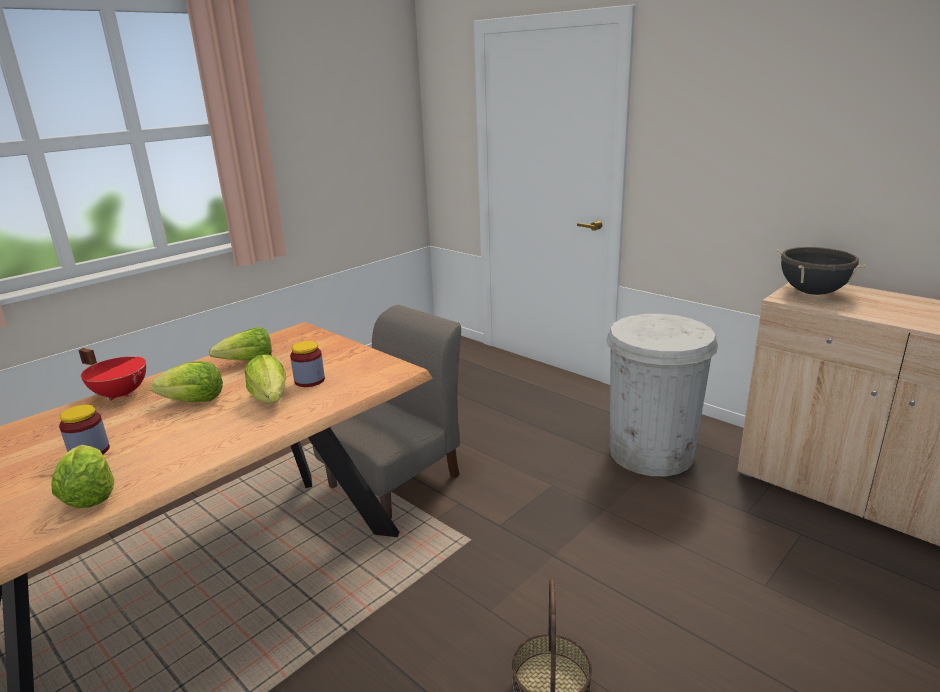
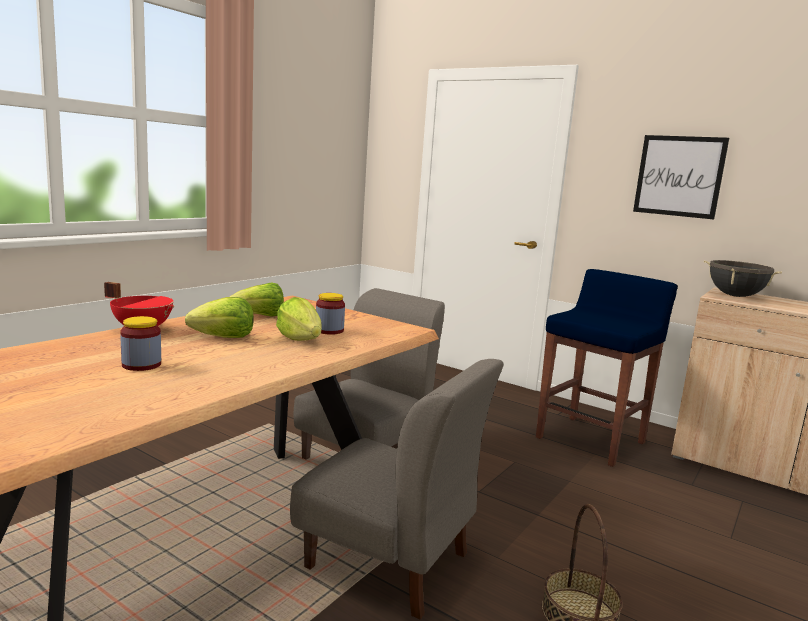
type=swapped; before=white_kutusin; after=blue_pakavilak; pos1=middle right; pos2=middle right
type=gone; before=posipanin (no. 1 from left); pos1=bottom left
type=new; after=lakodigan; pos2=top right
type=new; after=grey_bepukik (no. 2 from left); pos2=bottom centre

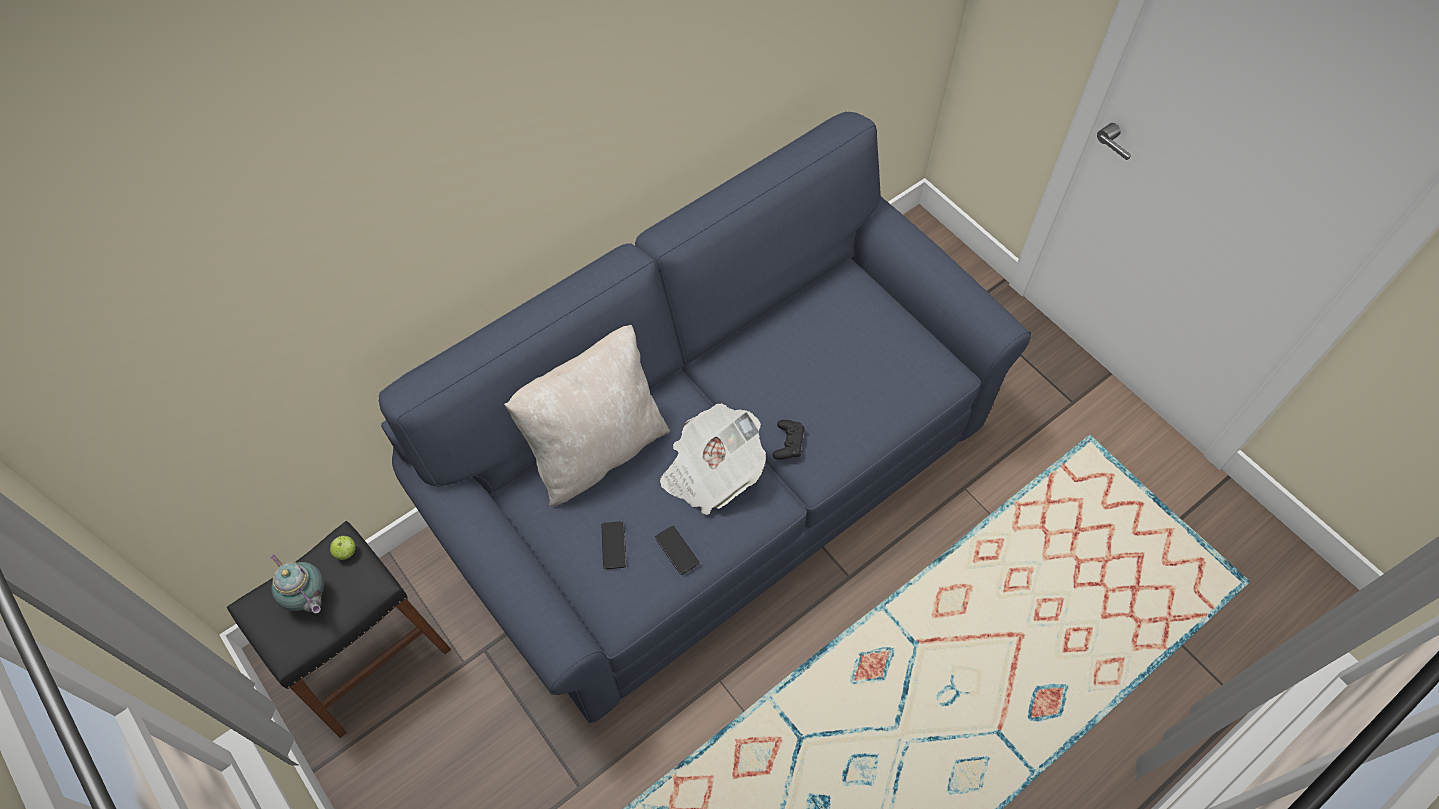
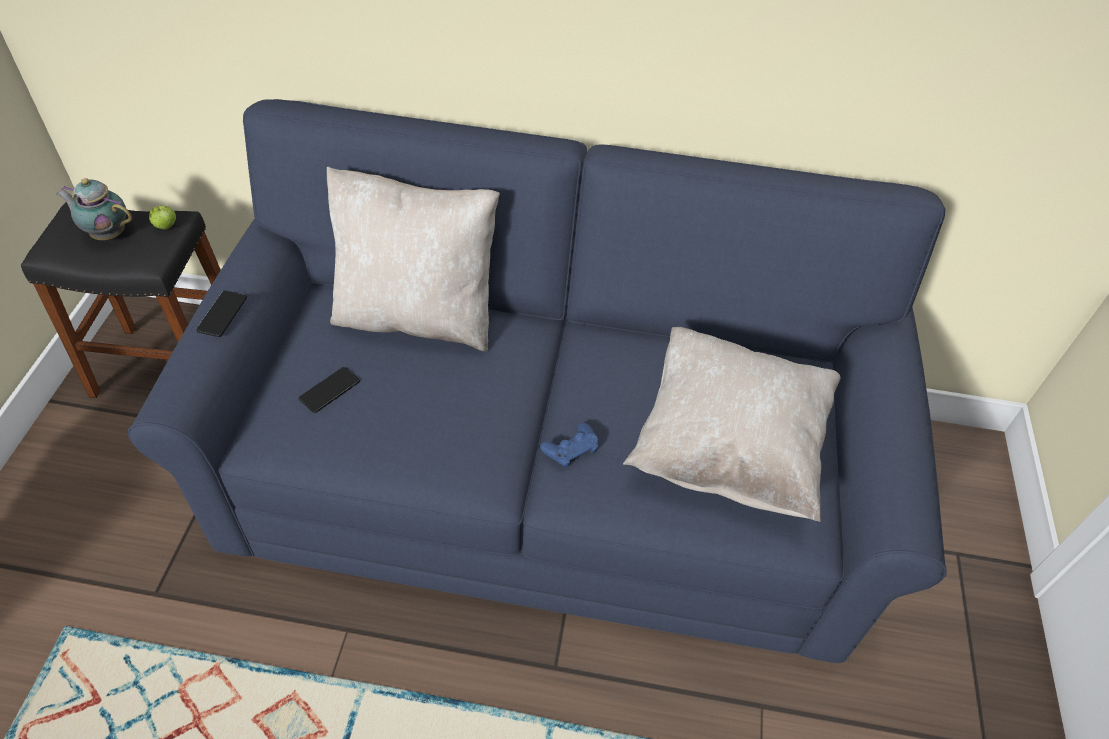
type=gone; before=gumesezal; pos1=centre
type=repainted; before=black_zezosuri; after=blue_zezosuri; pos1=centre; pos2=centre
type=shifted; before=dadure (no. 2 from left in the first image); after=dadure (no. 1 from left); pos1=bottom centre; pos2=middle left
type=rotated; before=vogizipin; pos1=bottom left; pos2=top left; turn=105
type=new; after=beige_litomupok (no. 2 from left); pos2=centre

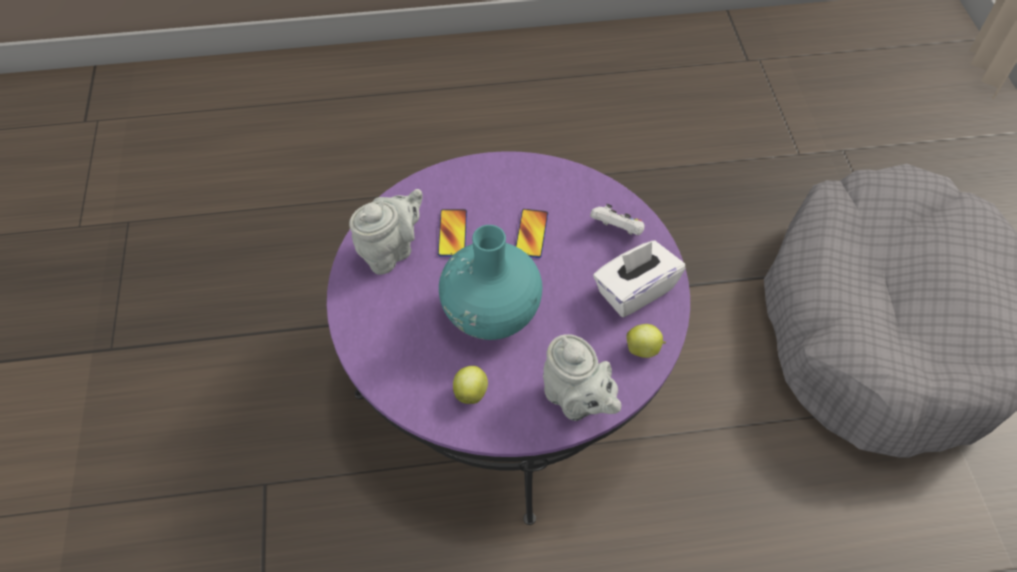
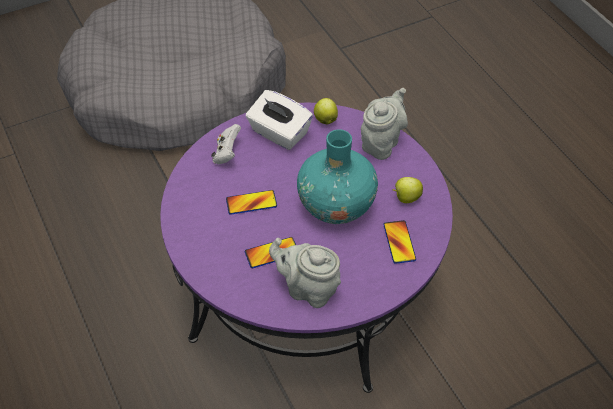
type=new; after=dadure (no. 3 from left); pos2=centre

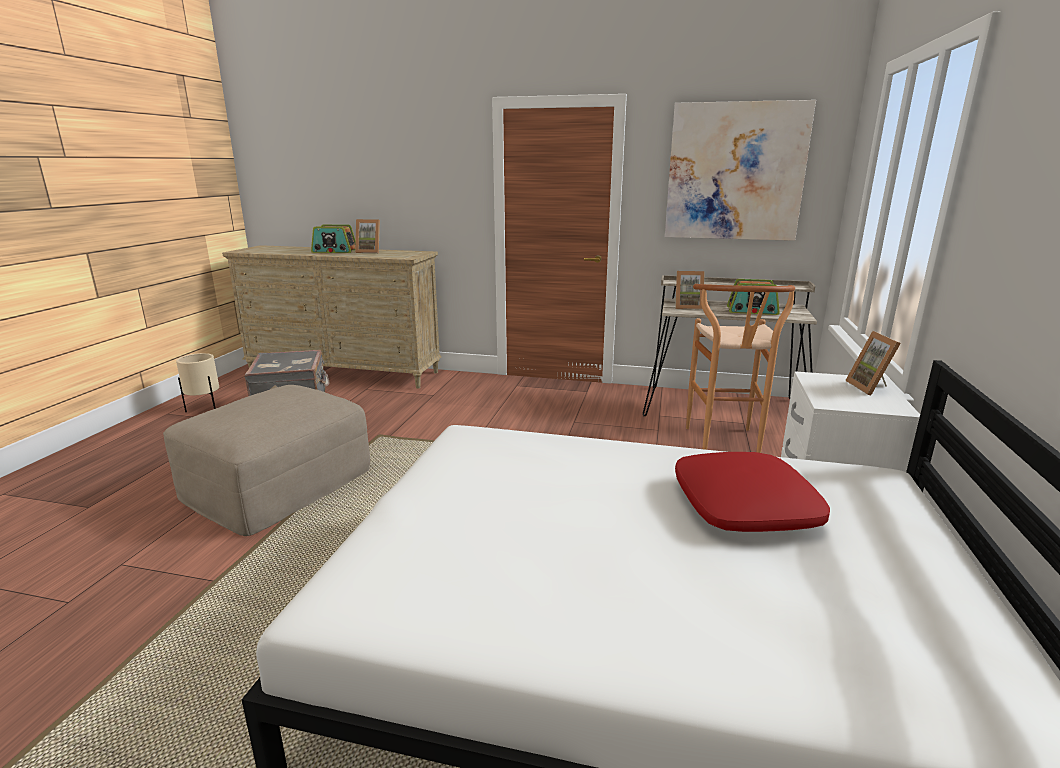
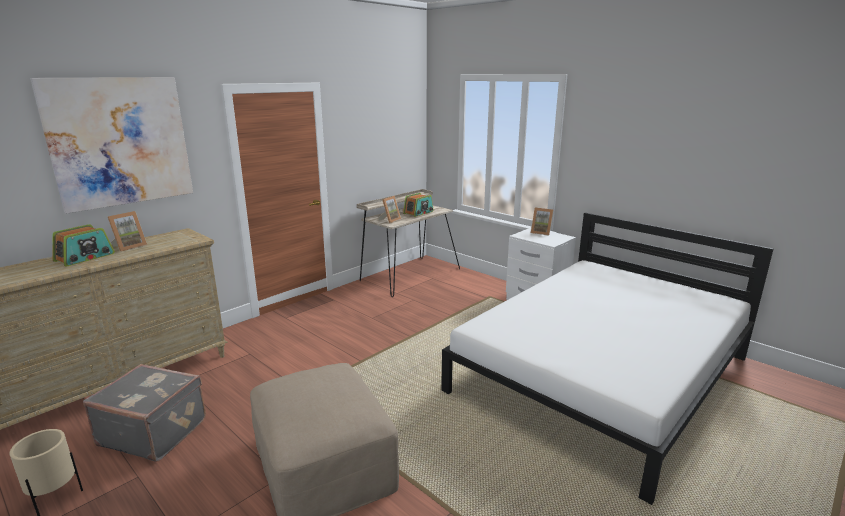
type=shifted; before=lakodigan; pos1=top right; pos2=top left
type=gone; before=brown_pakavilak; pos1=middle right
type=gone; before=red_litomupok; pos1=middle right

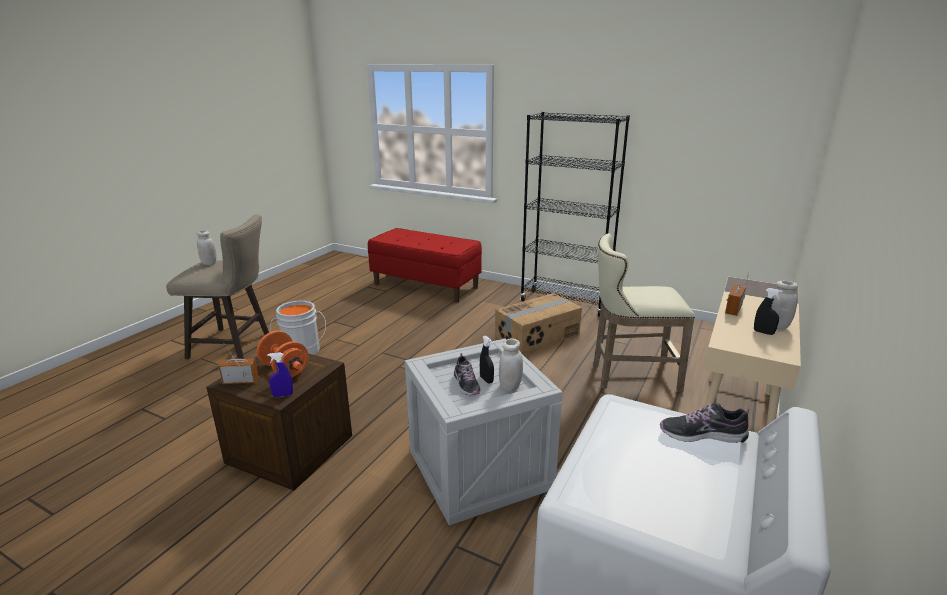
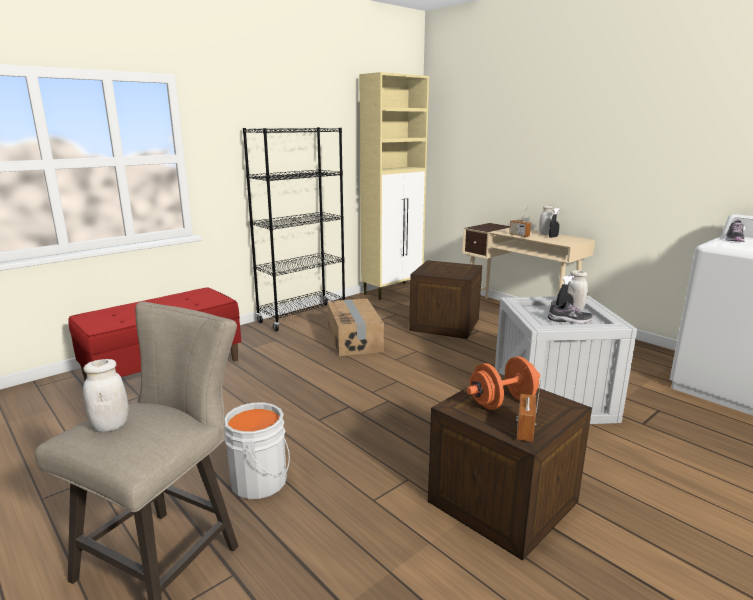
type=swapped; before=beige_pakavilak (no. 2 from left); after=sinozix (no. 1 from left); pos1=middle right; pos2=centre
type=gone; before=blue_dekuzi; pos1=middle left
type=new; after=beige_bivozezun; pos2=top centre

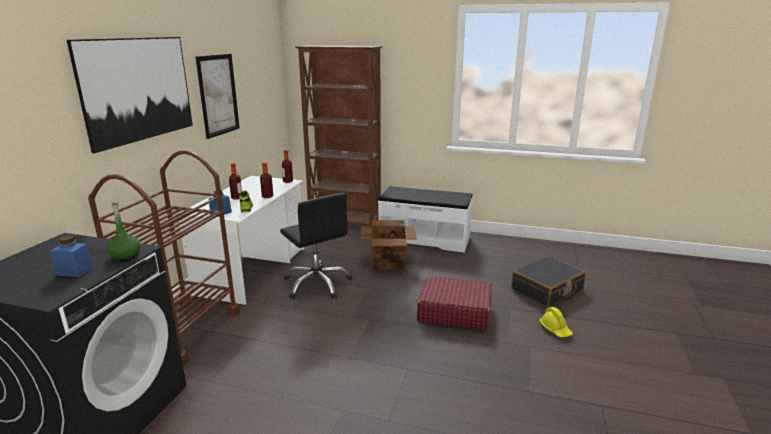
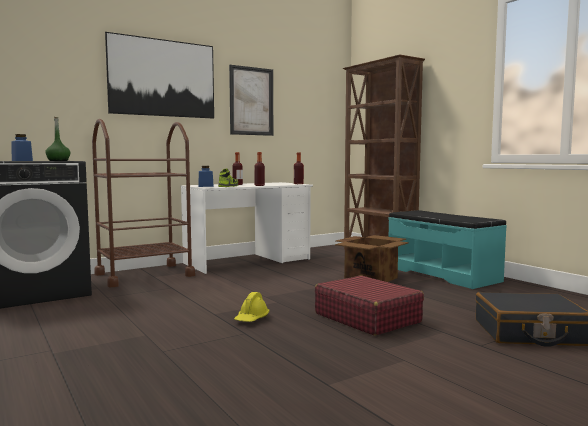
type=repainted; before=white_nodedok; after=turquoise_nodedok; pos1=centre; pos2=middle right
type=gone; before=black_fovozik; pos1=centre
type=shifted; before=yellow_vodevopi; pos1=bottom right; pos2=bottom centre

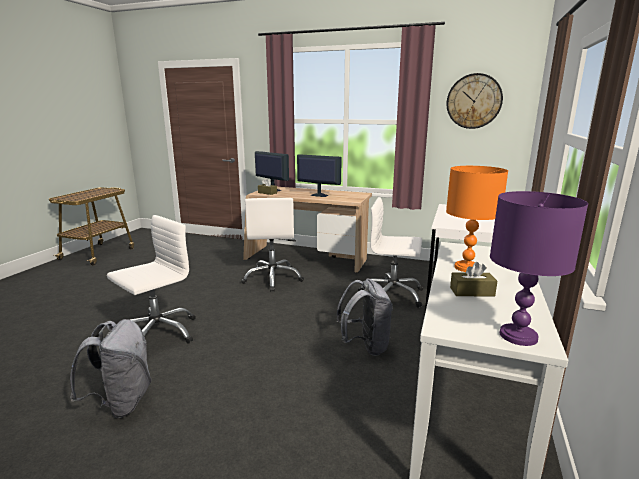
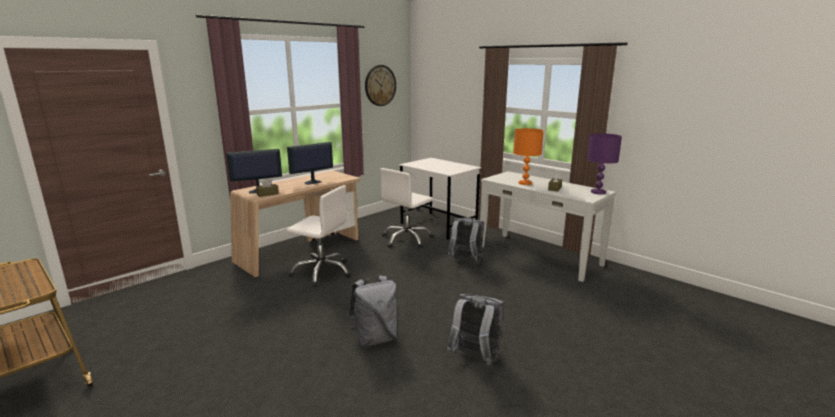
type=swapped; before=white_fovozik (no. 1 from left); after=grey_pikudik (no. 1 from left); pos1=middle left; pos2=bottom centre

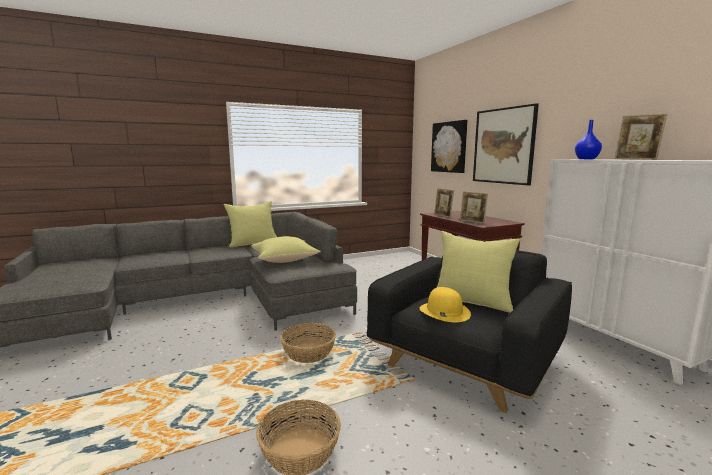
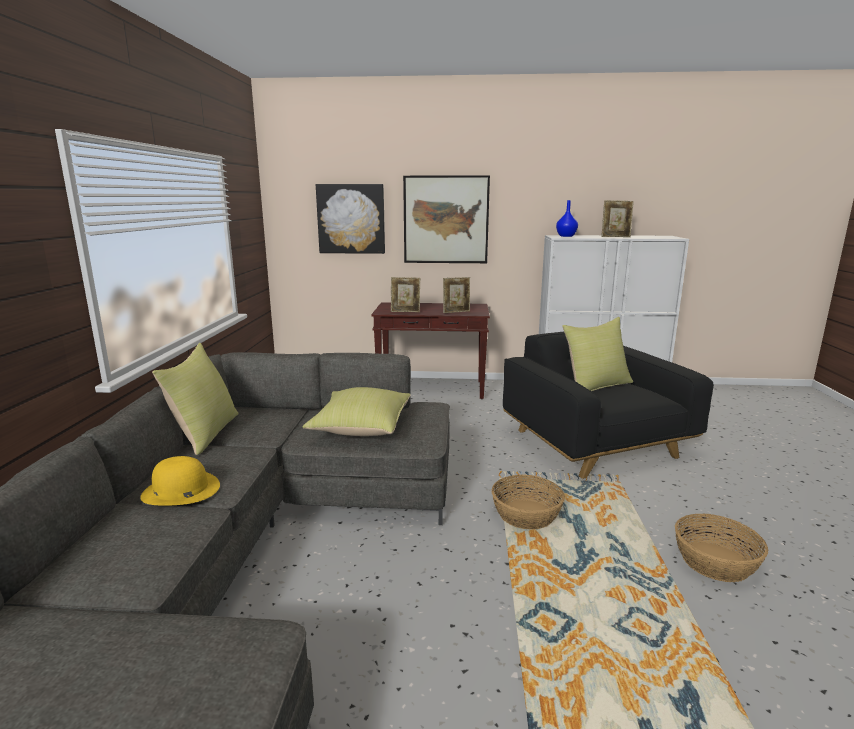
type=shifted; before=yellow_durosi; pos1=centre; pos2=middle left

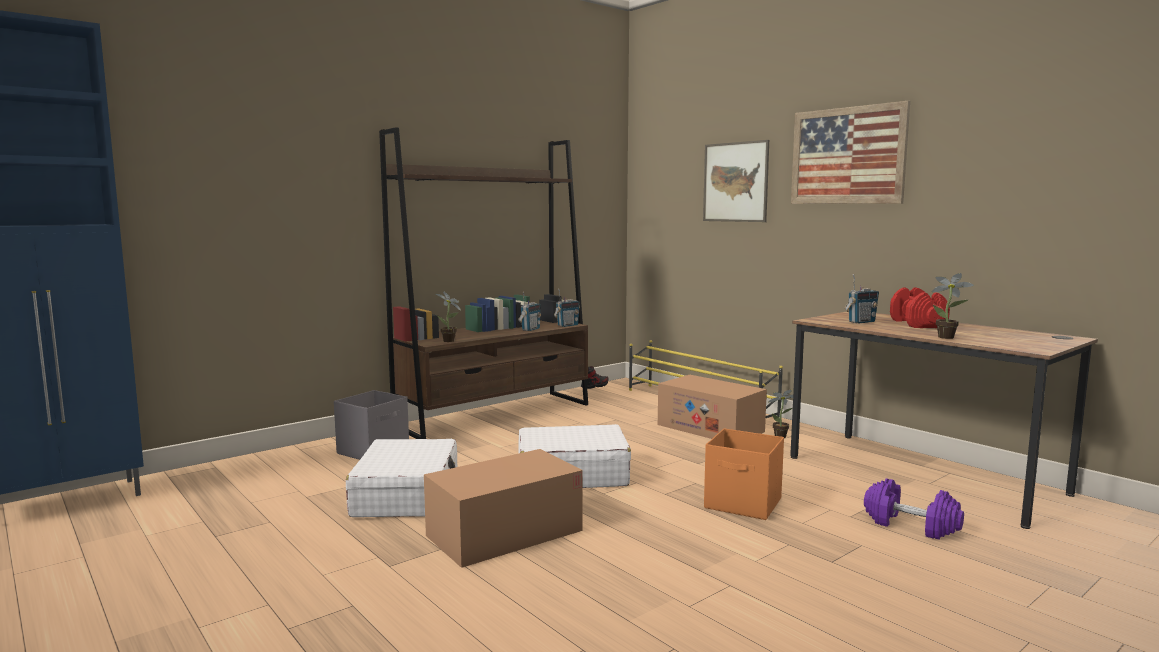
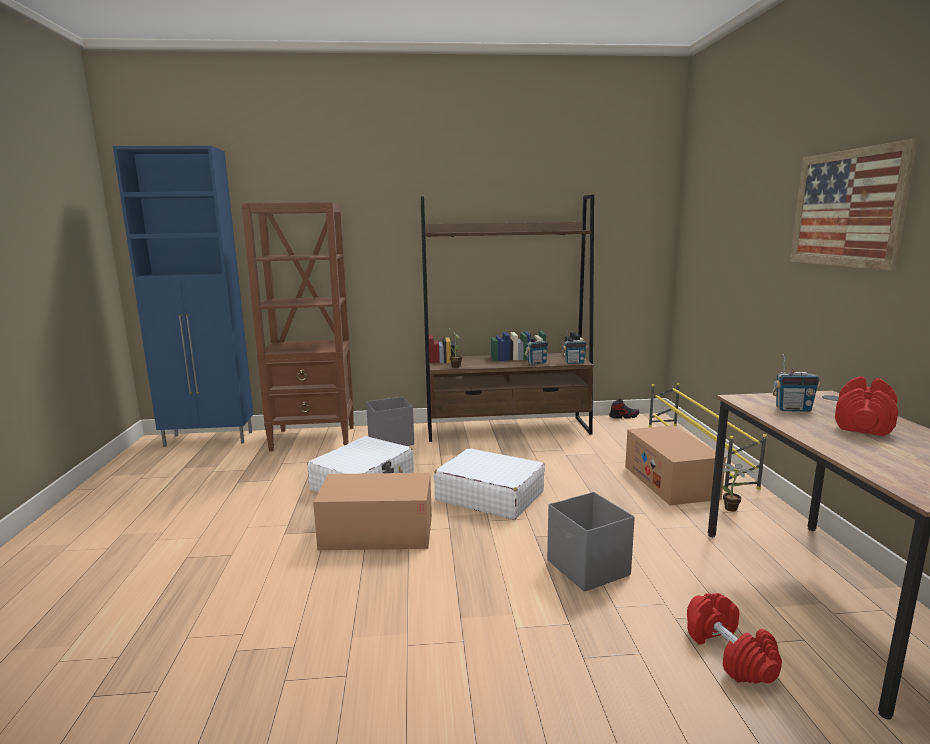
type=gone; before=lakodigan (no. 1 from left); pos1=top centre
type=gone; before=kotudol (no. 3 from left); pos1=middle right
type=repainted; before=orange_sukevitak; after=grey_sukevitak (no. 2 from left); pos1=bottom centre; pos2=bottom centre
type=repainted; before=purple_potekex; after=red_potekex (no. 1 from left); pos1=bottom right; pos2=bottom right
type=new; after=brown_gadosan (no. 1 from left); pos2=middle left

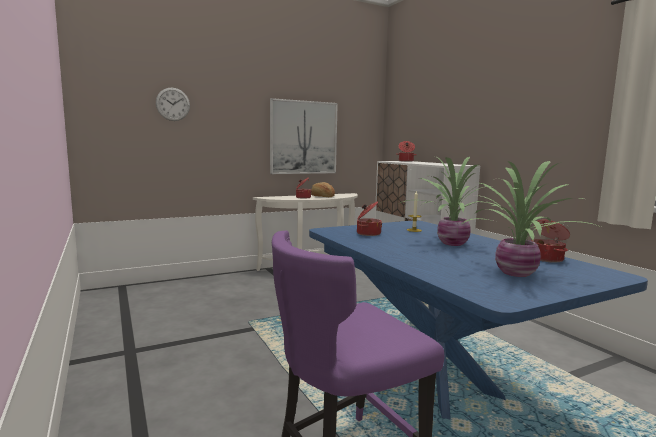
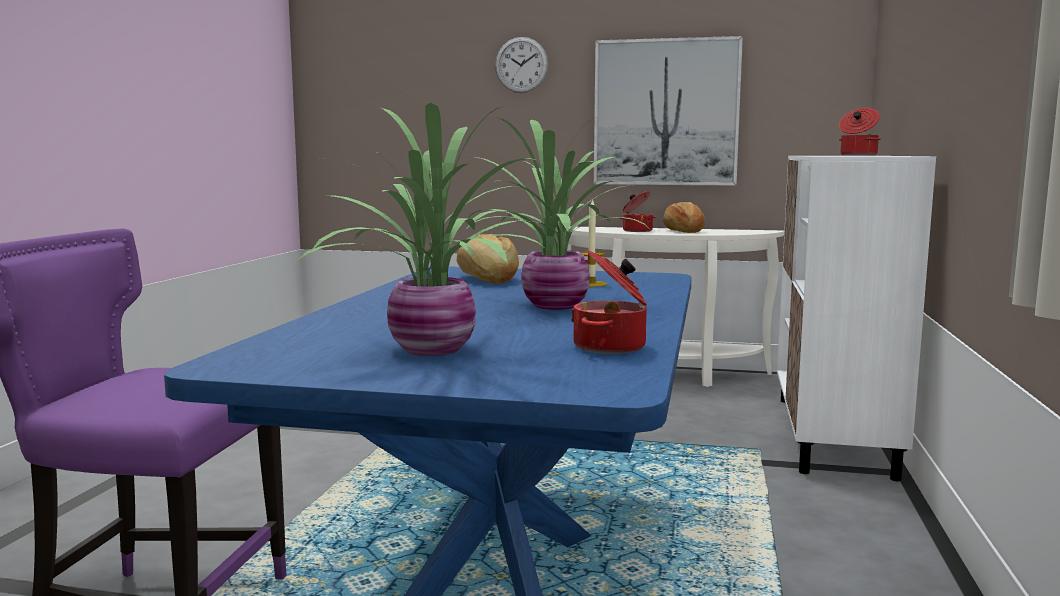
type=shifted; before=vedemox; pos1=top left; pos2=top centre
type=swapped; before=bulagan (no. 2 from left); after=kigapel (no. 1 from left); pos1=centre; pos2=centre

